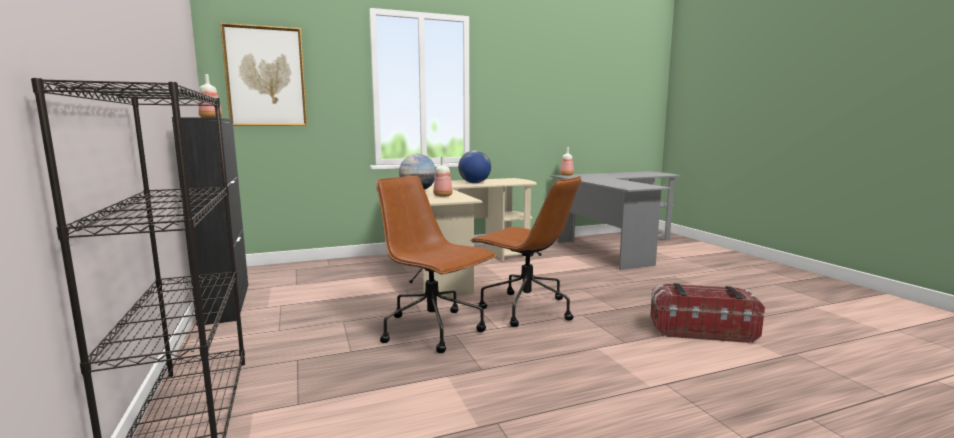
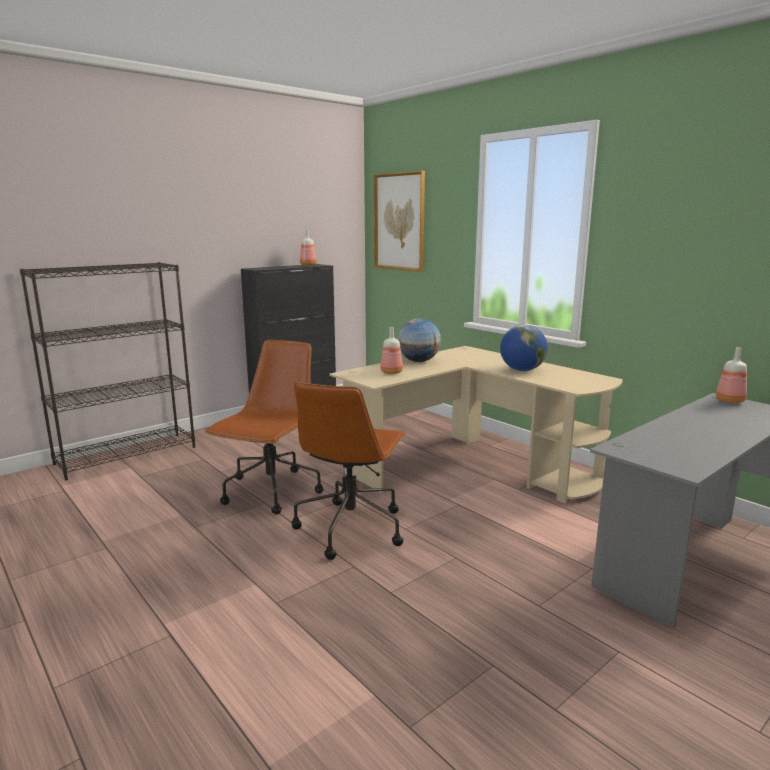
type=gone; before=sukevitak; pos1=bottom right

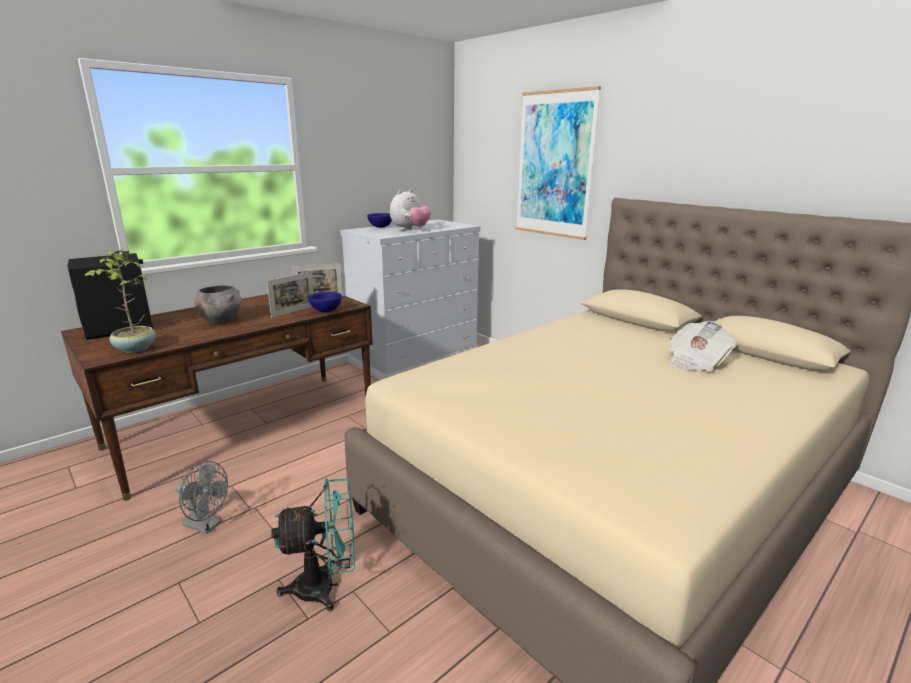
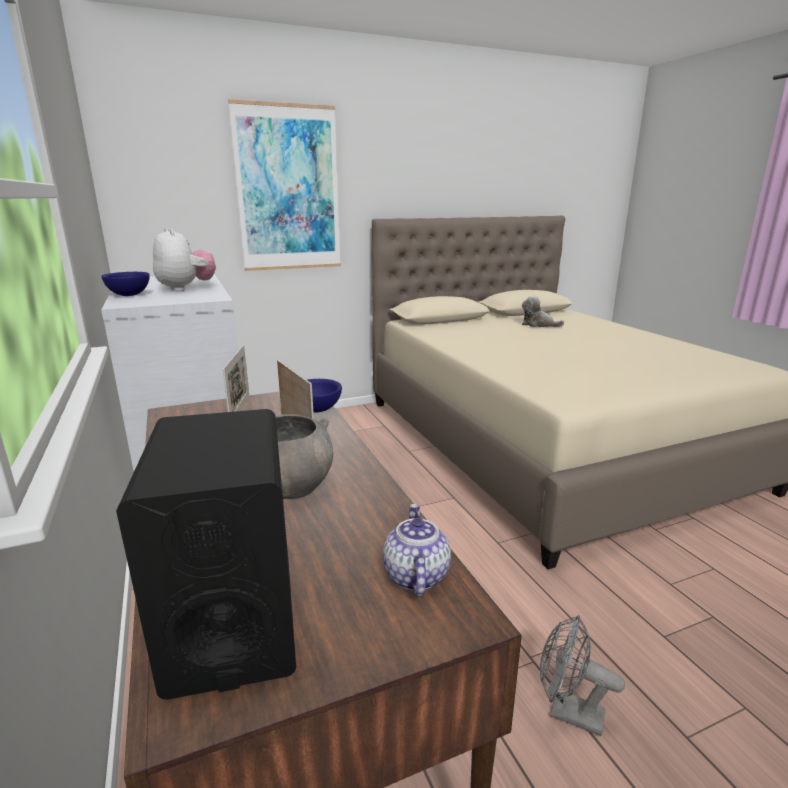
type=swapped; before=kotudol; after=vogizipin; pos1=middle left; pos2=bottom centre
type=swapped; before=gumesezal; after=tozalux (no. 2 from left); pos1=middle right; pos2=middle right
type=rotated; before=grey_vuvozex; pos1=bottom left; pos2=bottom right; turn=-105
type=gone; before=turquoise_vuvozex; pos1=bottom centre

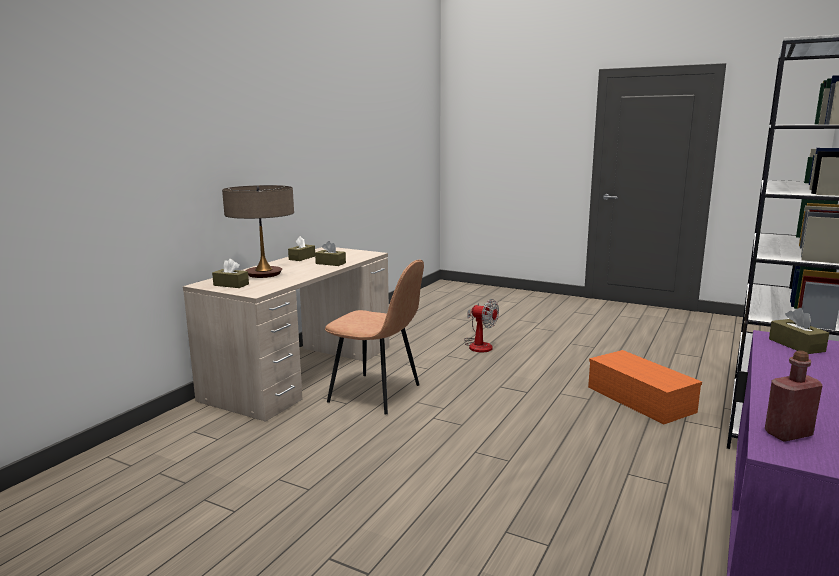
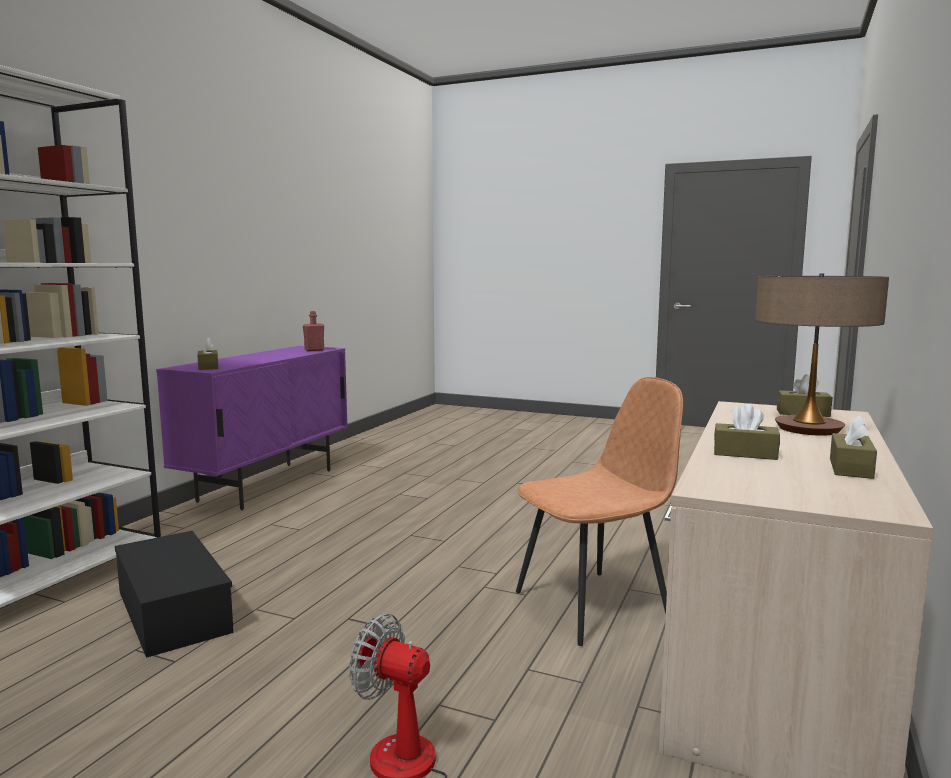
type=rotated; before=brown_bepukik; pos1=centre; pos2=centre; turn=135
type=repainted; before=orange_sukevitak; after=black_sukevitak; pos1=bottom right; pos2=bottom left

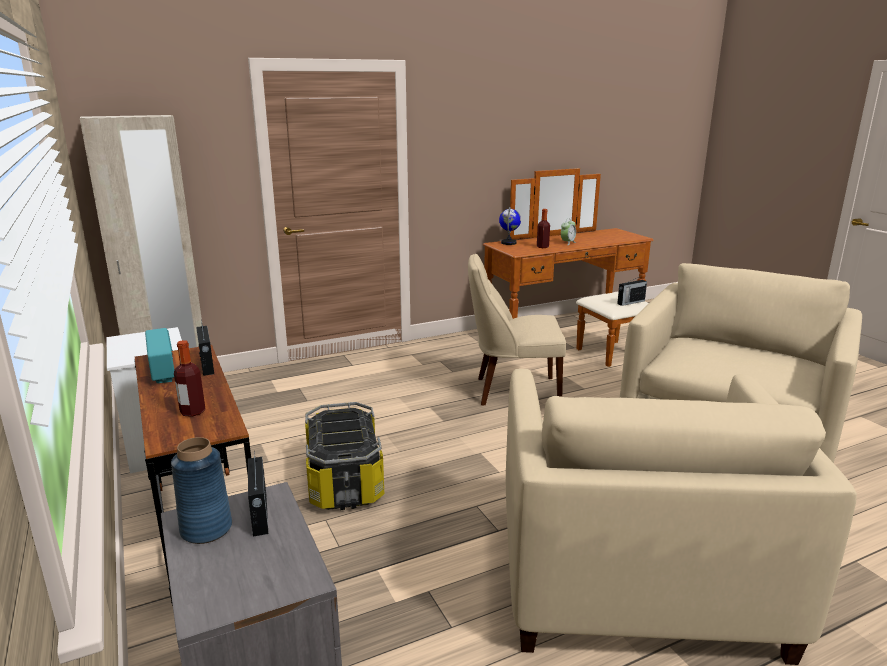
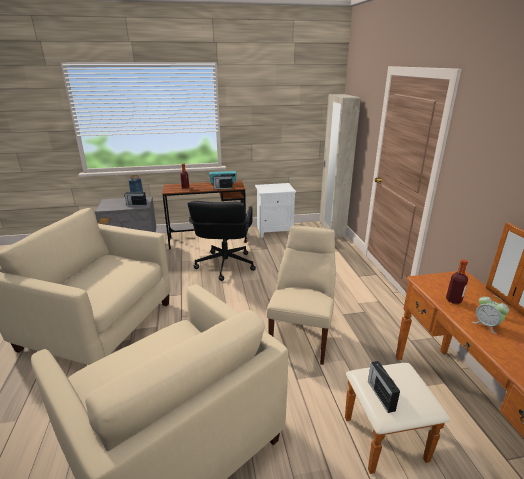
type=gone; before=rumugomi; pos1=centre
type=swapped; before=sukevitak; after=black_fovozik; pos1=bottom centre; pos2=centre

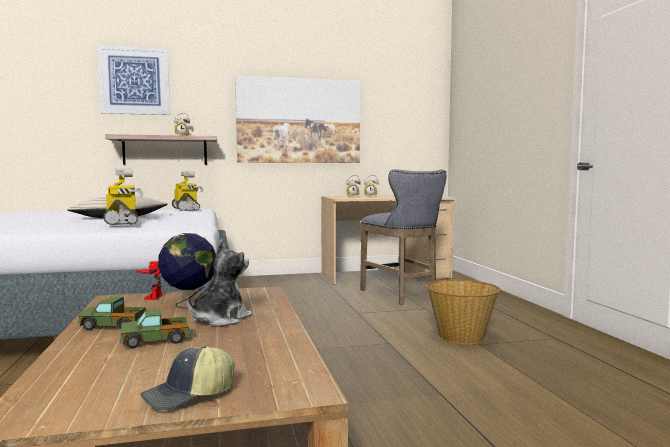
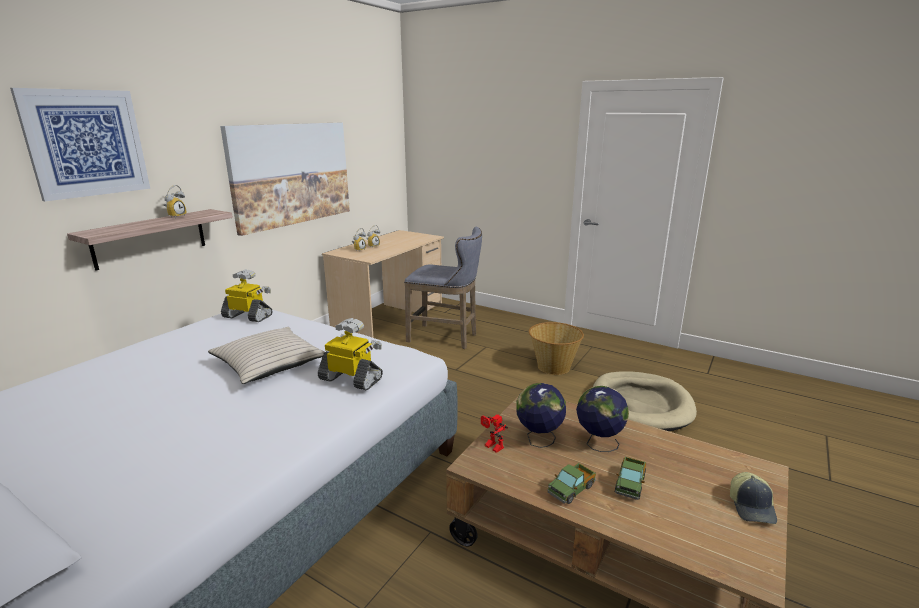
type=swapped; before=tozalux; after=rumugomi (no. 2 from left); pos1=middle left; pos2=bottom centre
type=new; after=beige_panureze; pos2=middle right

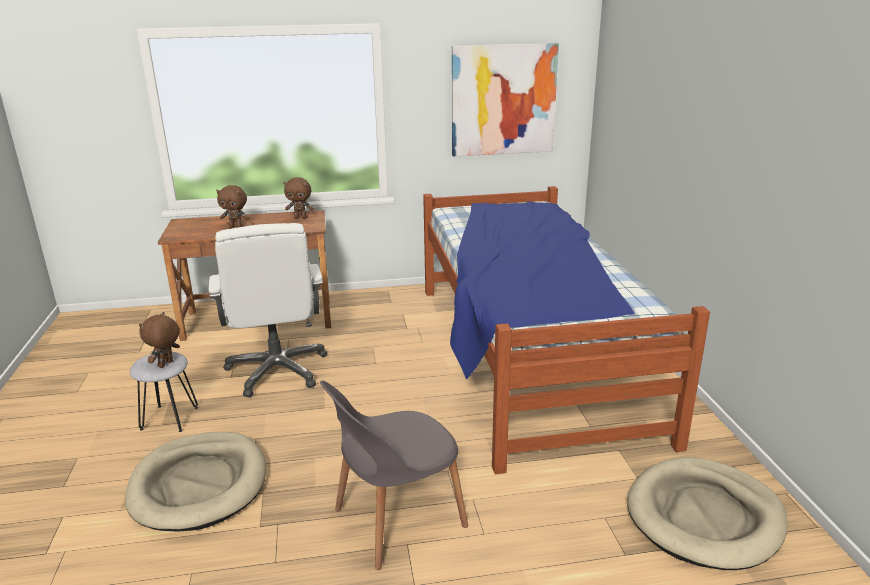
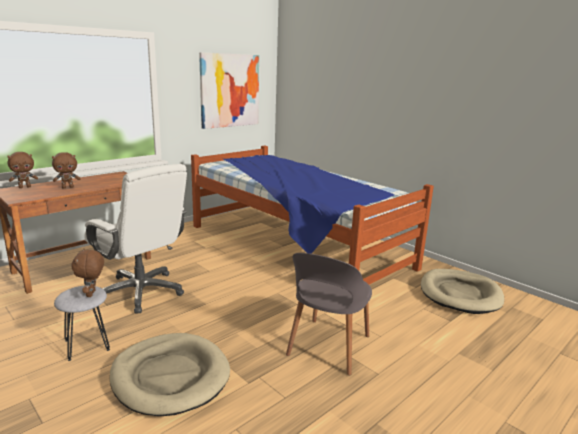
type=shifted; before=brown_tozalux (no. 3 from left in the first image); after=brown_tozalux (no. 1 from left); pos1=centre; pos2=middle left

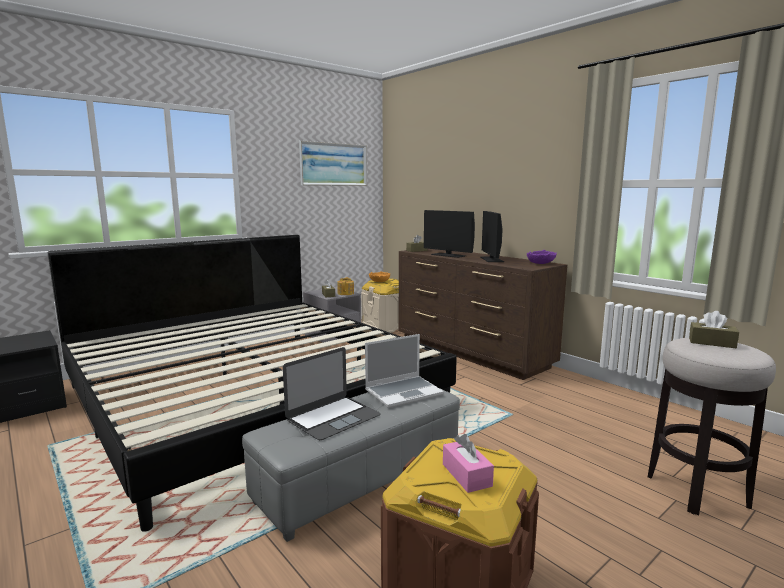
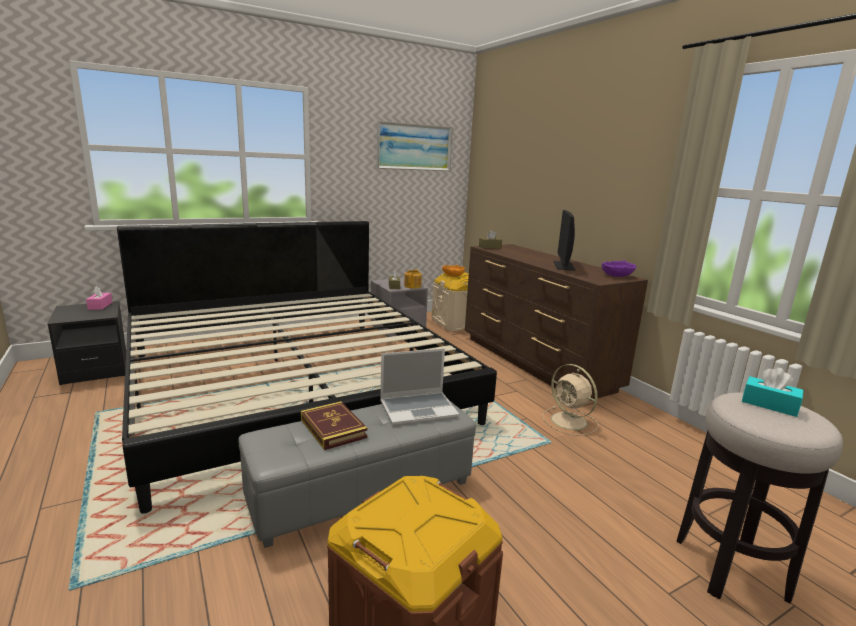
type=gone; before=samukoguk (no. 1 from left); pos1=centre
type=repainted; before=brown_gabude (no. 3 from left); after=turquoise_gabude; pos1=middle right; pos2=middle right
type=swapped; before=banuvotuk (no. 1 from left); after=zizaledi; pos1=bottom centre; pos2=bottom centre
type=shifted; before=pink_gabude; pos1=bottom centre; pos2=middle left
type=new; after=beige_vuvozex; pos2=centre

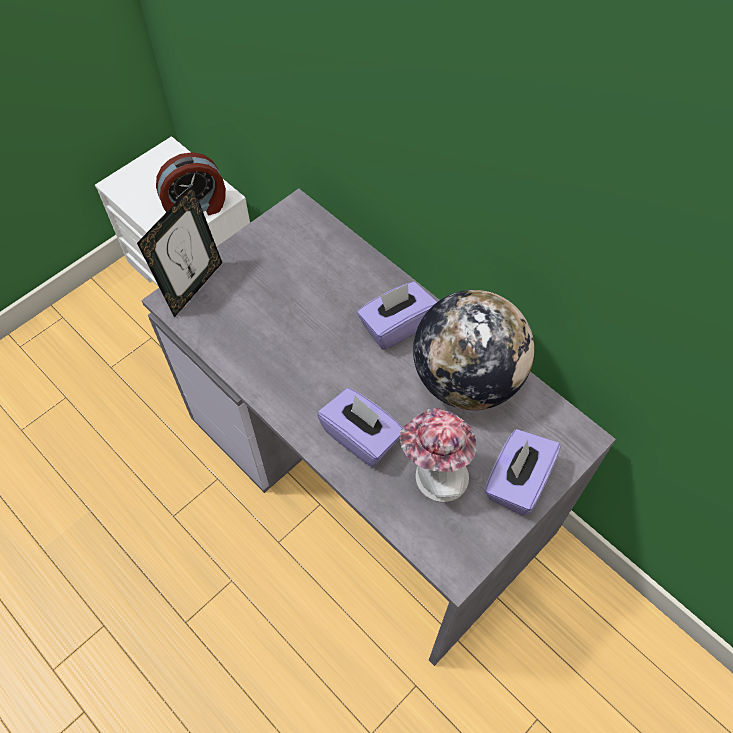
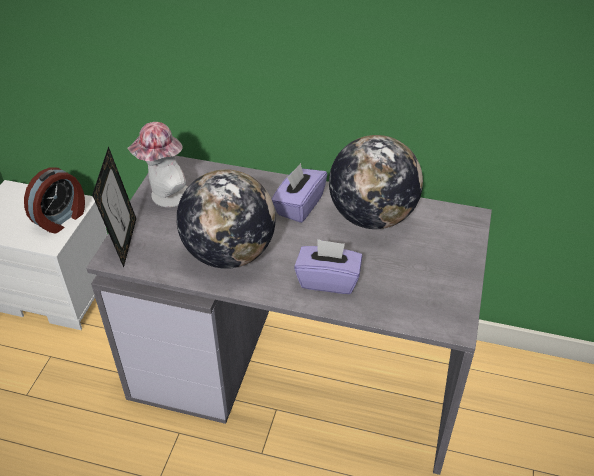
type=shifted; before=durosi; pos1=centre; pos2=middle left
type=gone; before=purple_gabude (no. 3 from left); pos1=middle right
type=new; after=rumugomi (no. 1 from left); pos2=centre

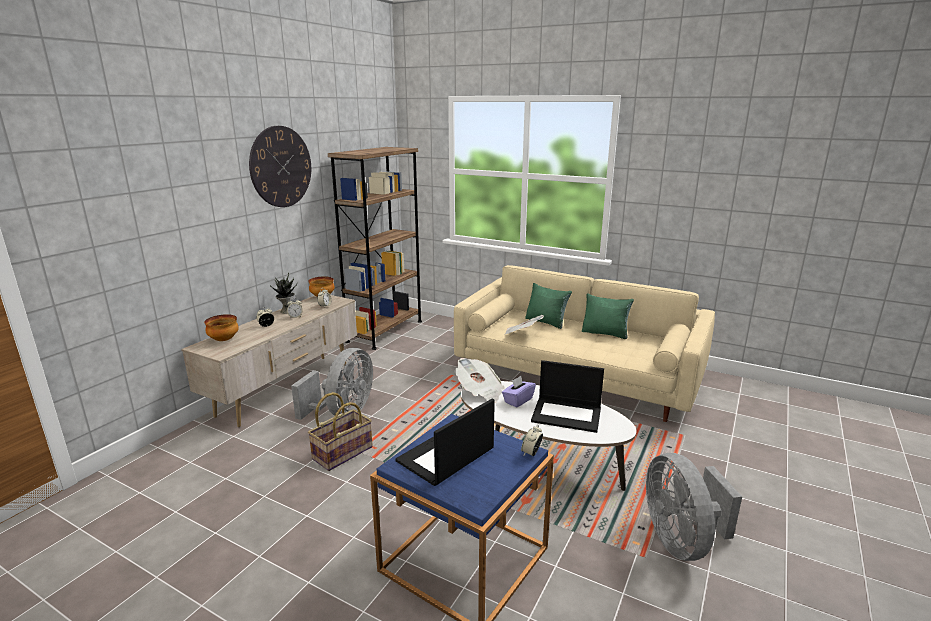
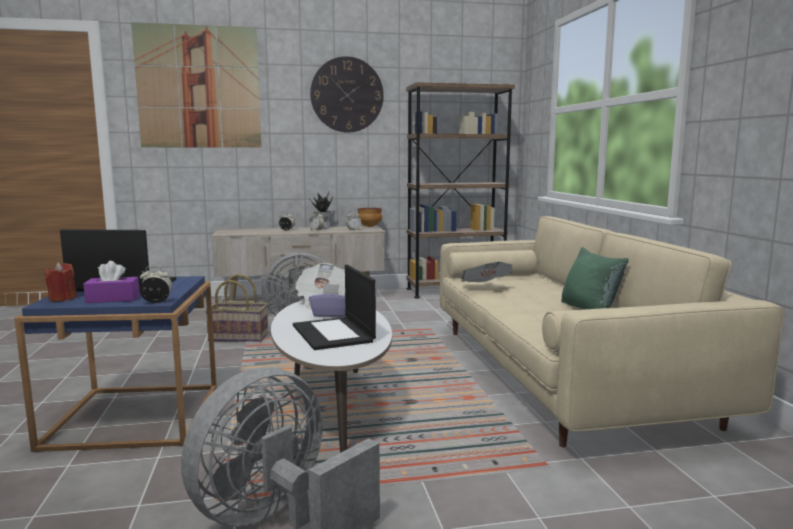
type=gone; before=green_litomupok (no. 1 from left); pos1=centre
type=gone; before=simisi (no. 1 from left); pos1=middle left
type=new; after=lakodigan; pos2=top left
type=new; after=purple_gabude (no. 1 from left); pos2=middle left
type=new; after=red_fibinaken; pos2=middle left

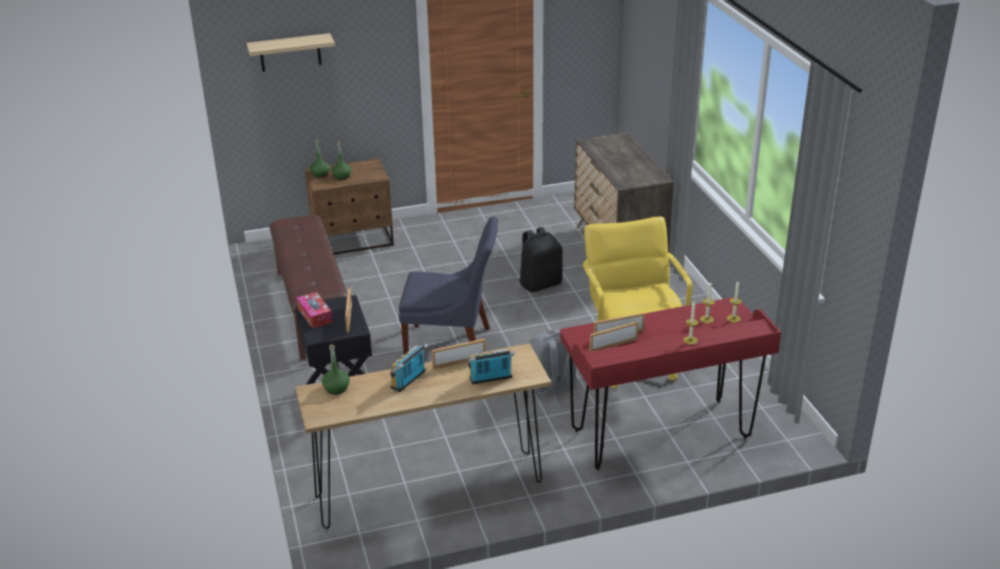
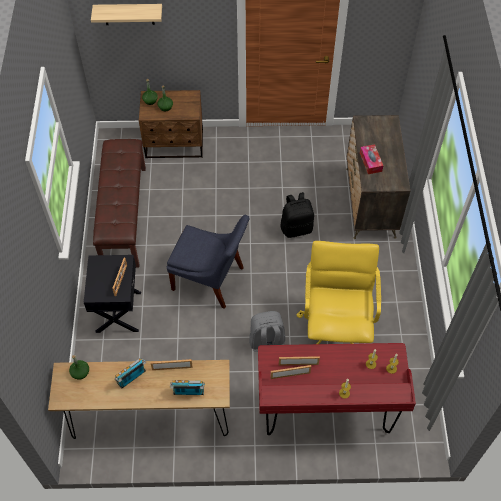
type=shifted; before=gabude; pos1=middle left; pos2=top right

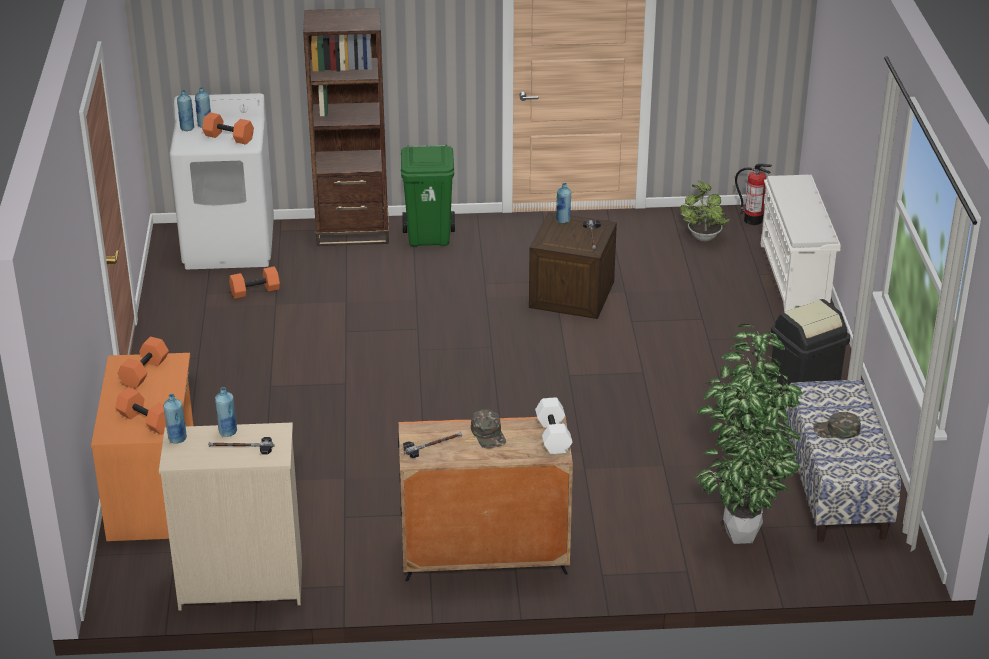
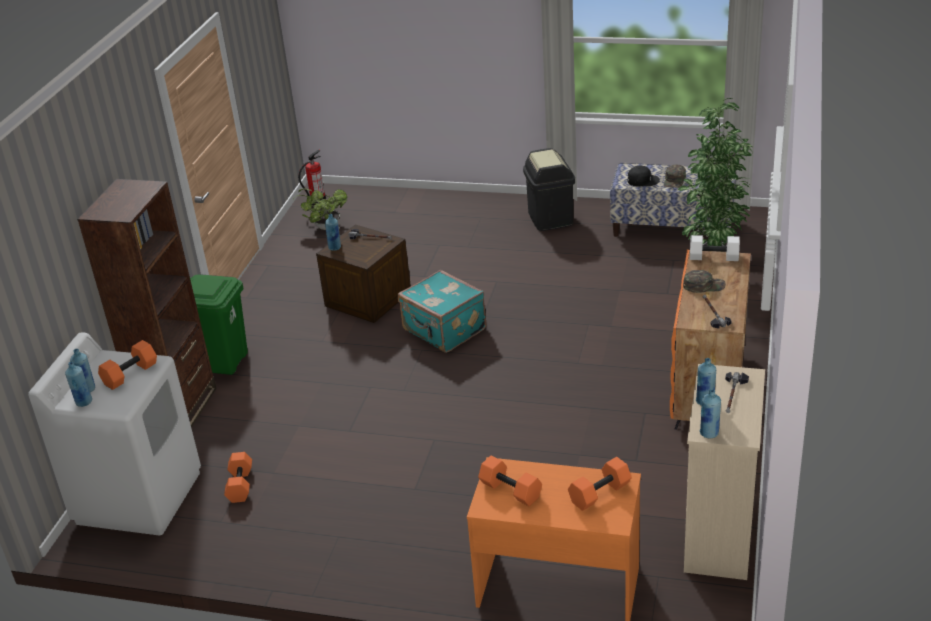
type=gone; before=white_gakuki; pos1=middle right
type=new; after=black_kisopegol; pos2=top right
type=new; after=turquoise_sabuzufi; pos2=centre

